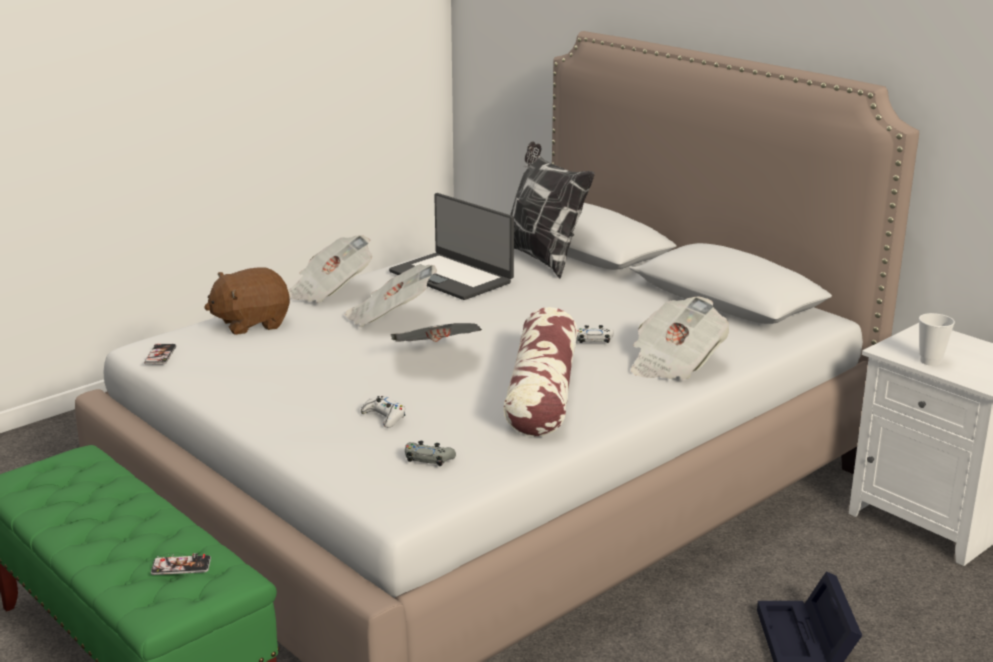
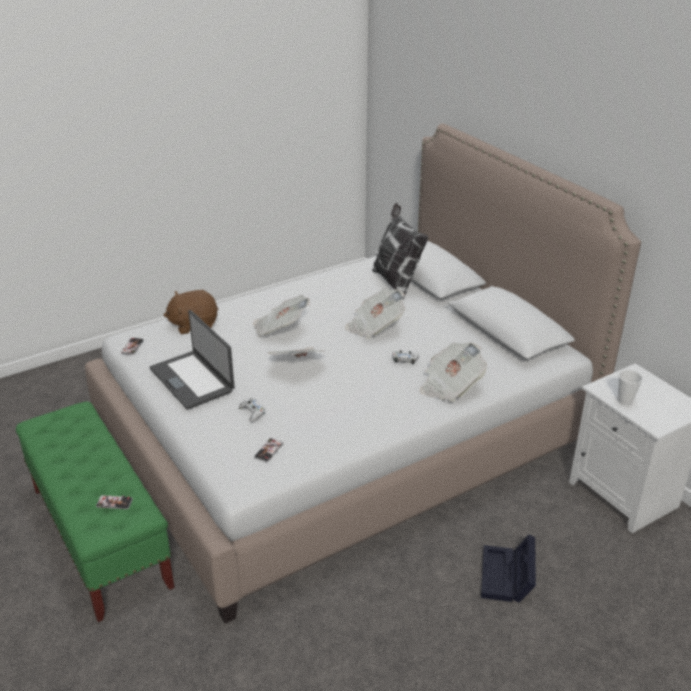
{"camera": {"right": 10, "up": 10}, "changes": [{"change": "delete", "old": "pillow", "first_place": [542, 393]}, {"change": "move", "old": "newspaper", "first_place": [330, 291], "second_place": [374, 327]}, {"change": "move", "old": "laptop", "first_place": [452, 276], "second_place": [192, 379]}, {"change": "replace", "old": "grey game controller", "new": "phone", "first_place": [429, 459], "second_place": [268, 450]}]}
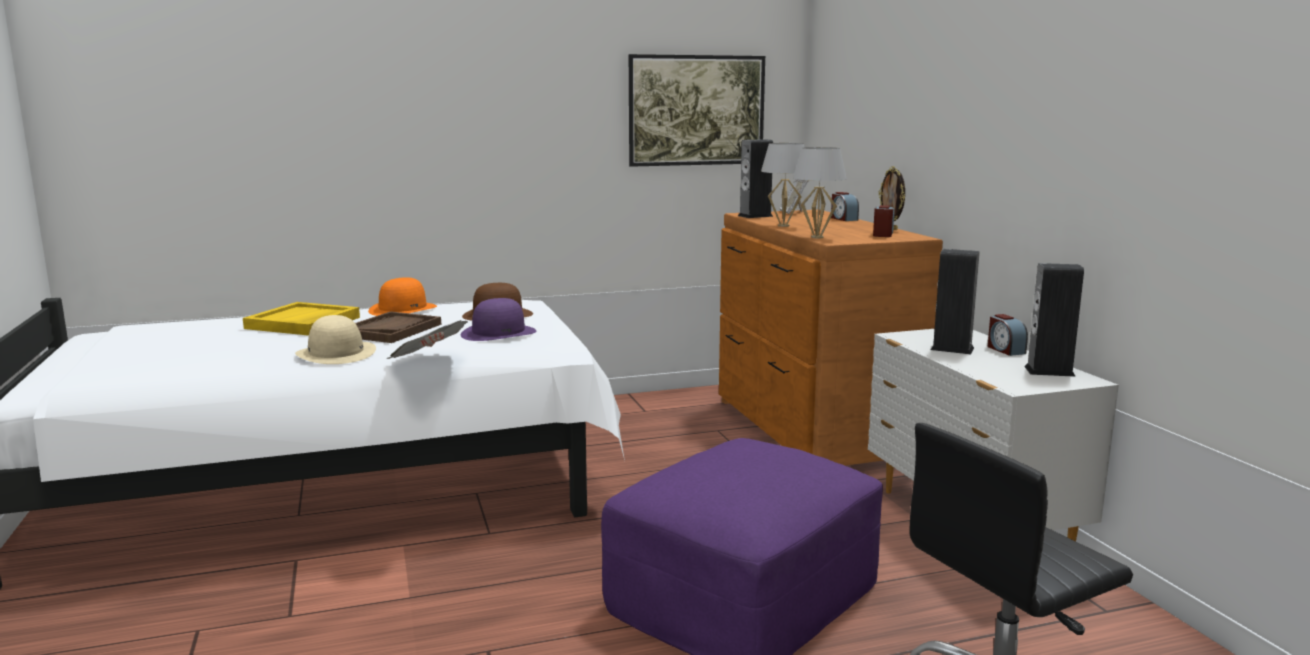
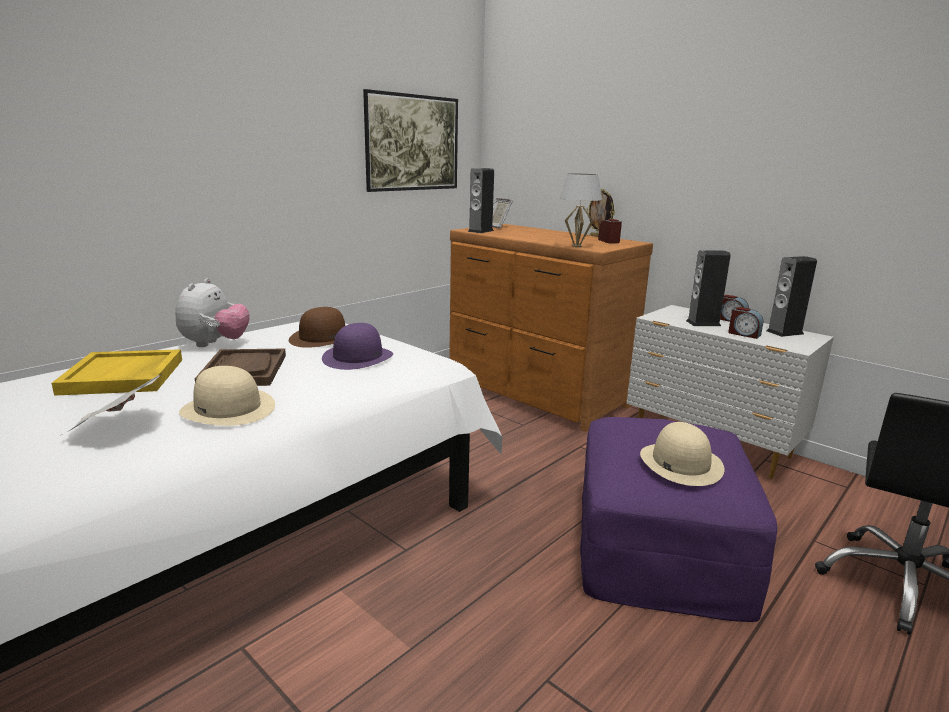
{"camera": {"right": -30, "up": 5}, "changes": [{"change": "delete", "old": "white table lamp", "first_place": [783, 226]}, {"change": "insert", "new": "beige hat", "second_place": [680, 463]}, {"change": "move", "old": "newspaper", "first_place": [428, 361], "second_place": [117, 427]}, {"change": "move", "old": "alarm clock", "first_place": [843, 219], "second_place": [744, 334]}, {"change": "replace", "old": "orange hat", "new": "plush toy", "first_place": [403, 309], "second_place": [215, 344]}]}
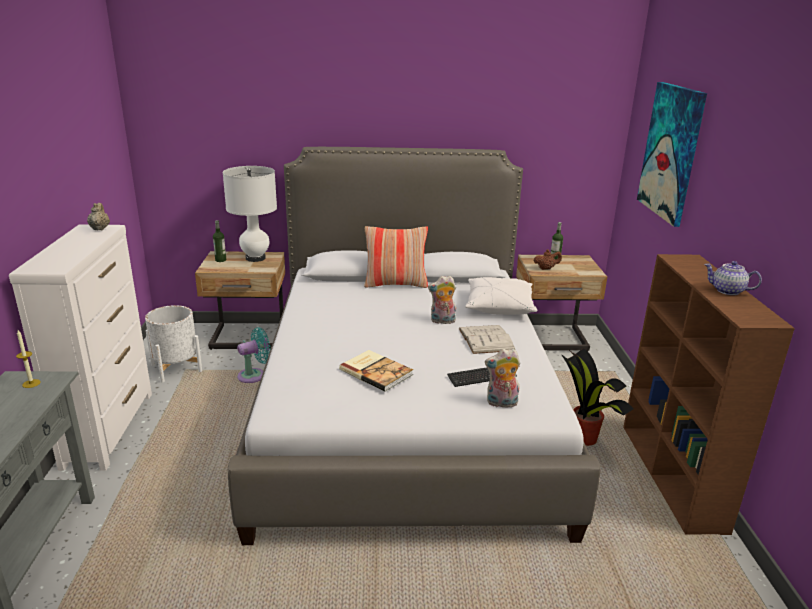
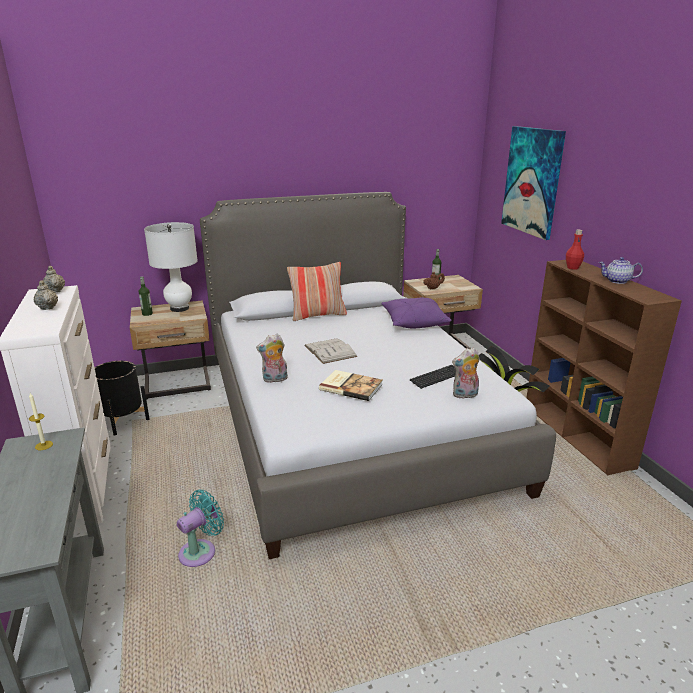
{"camera": {"right": -15, "up": 0}, "changes": [{"change": "insert", "new": "beige teapot", "second_place": [47, 307]}, {"change": "insert", "new": "red bottle", "second_place": [572, 268]}, {"change": "move", "old": "turquoise fan", "first_place": [254, 375], "second_place": [201, 551]}, {"change": "move", "old": "plush toy", "first_place": [442, 321], "second_place": [274, 380]}, {"change": "move", "old": "white book", "first_place": [486, 339], "second_place": [330, 351]}, {"change": "recolor", "old": "white planter", "new": "black planter", "first_place": [176, 368], "second_place": [122, 420]}, {"change": "recolor", "old": "white pillow", "new": "purple pillow", "first_place": [499, 306], "second_place": [414, 322]}]}
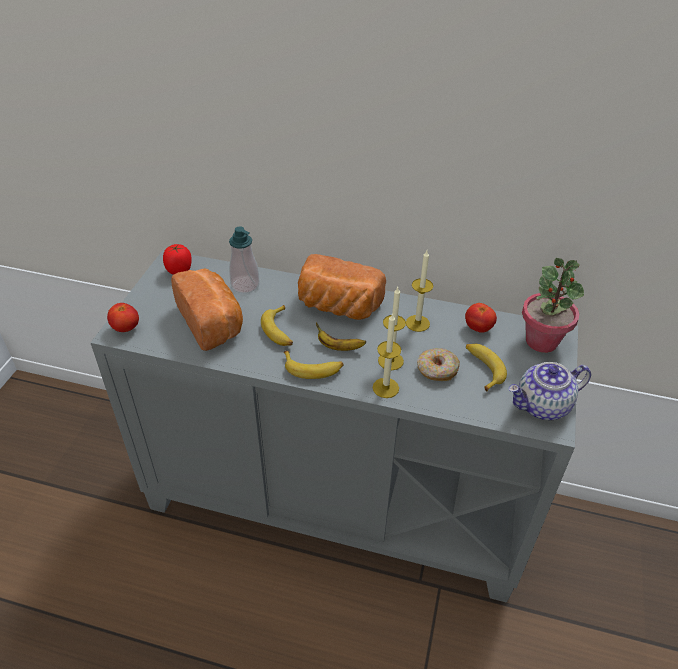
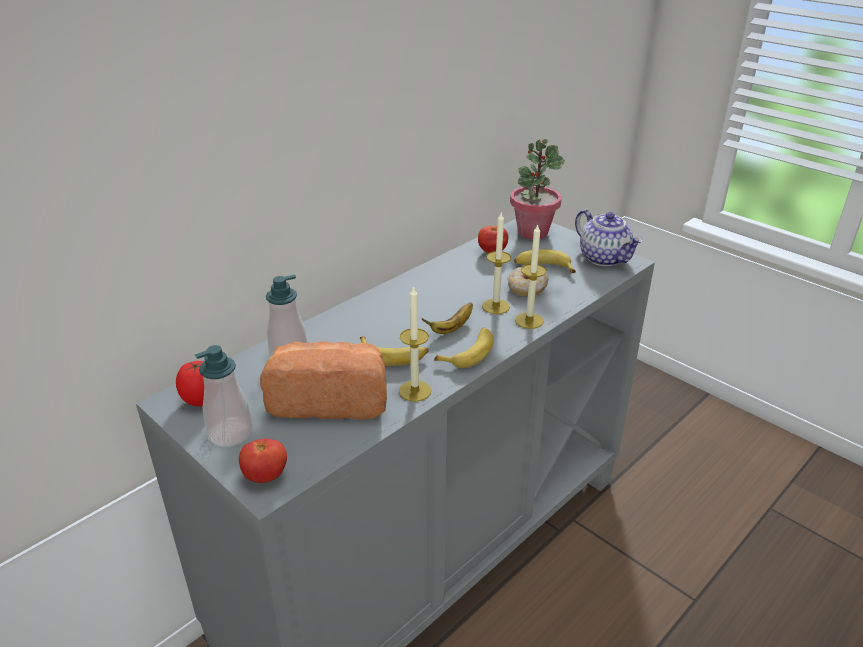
{"camera": {"right": -60, "up": -10}, "changes": [{"change": "delete", "old": "bread", "first_place": [337, 307]}, {"change": "insert", "new": "soap dispenser", "second_place": [230, 433]}, {"change": "move", "old": "candle", "first_place": [417, 323], "second_place": [415, 391]}, {"change": "rotate", "old": "teapot", "first_place": [542, 406], "second_place": [604, 258], "degrees": -45}]}
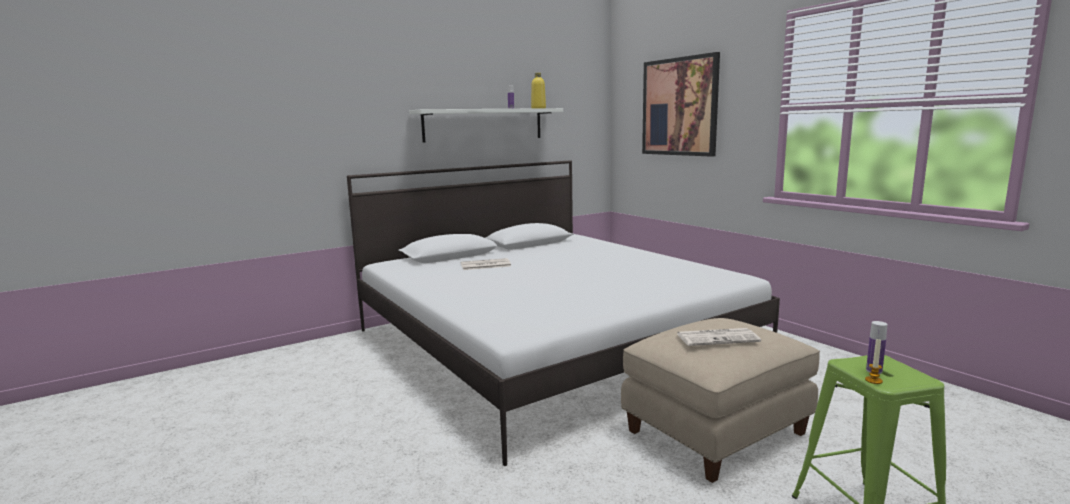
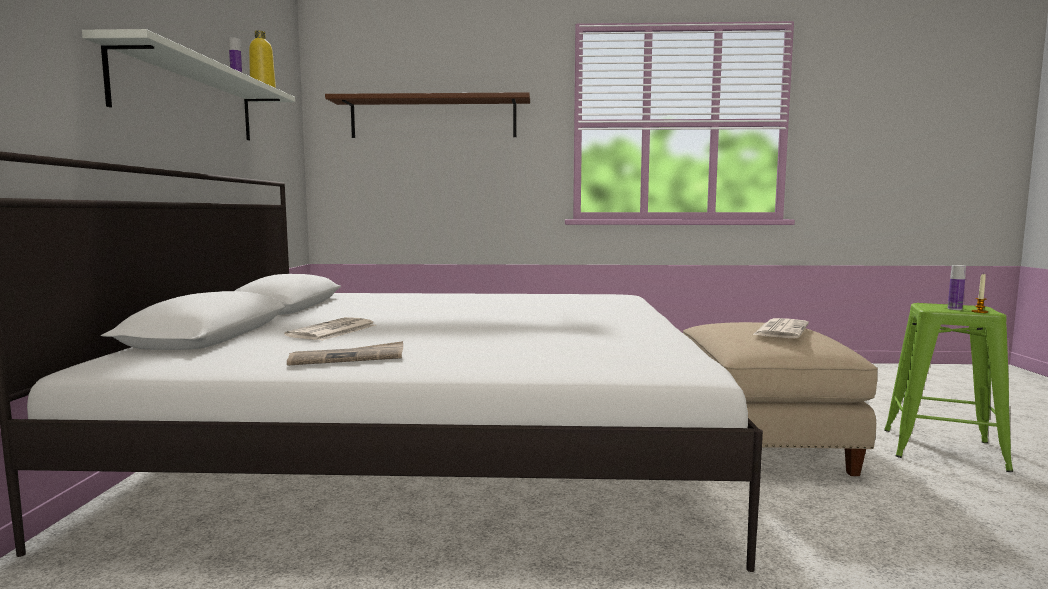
{"camera": {"right": -55, "up": -5}, "changes": [{"change": "insert", "new": "newspaper", "second_place": [348, 358]}, {"change": "replace", "old": "picture", "new": "brown shelf", "first_place": [679, 107], "second_place": [433, 118]}]}
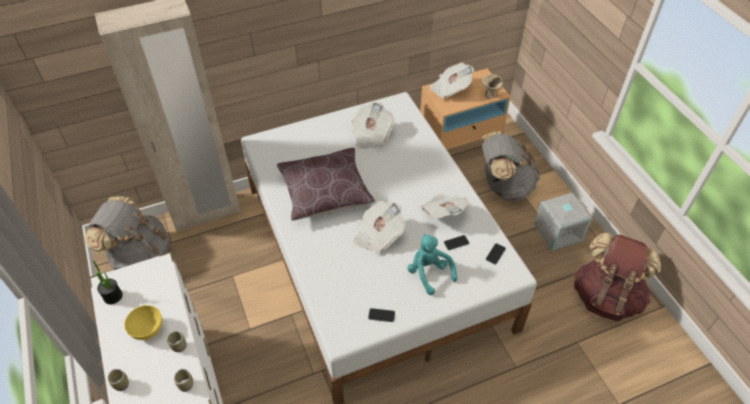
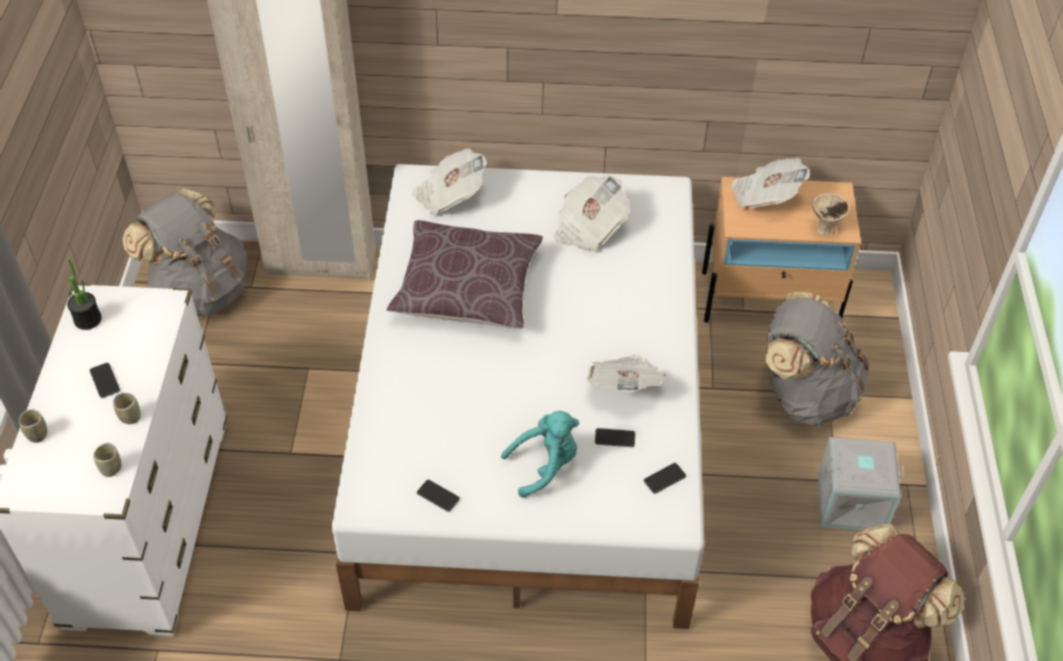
{"camera": {"right": 25, "up": 0}, "changes": [{"change": "move", "old": "newspaper", "first_place": [378, 235], "second_place": [449, 195]}, {"change": "replace", "old": "yellow bowl", "new": "phone", "first_place": [148, 330], "second_place": [105, 380]}, {"change": "rotate", "old": "turquoise plush toy", "first_place": [429, 273], "second_place": [545, 465], "degrees": 75}]}
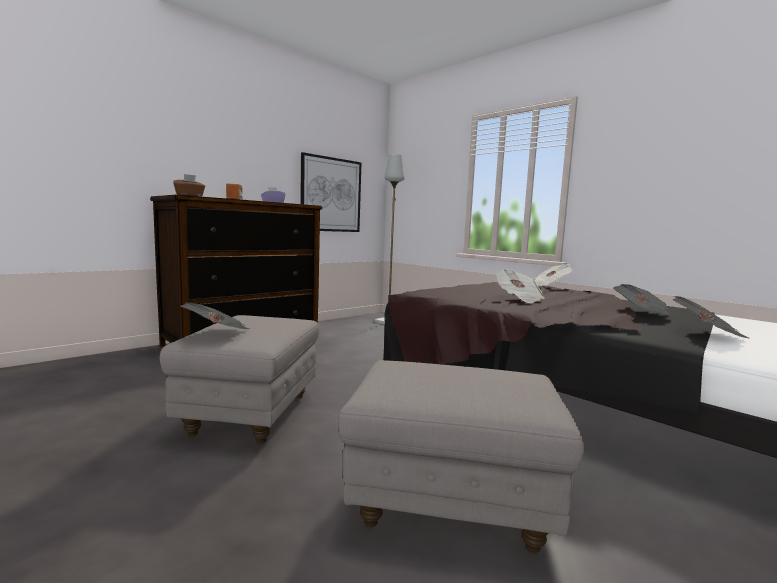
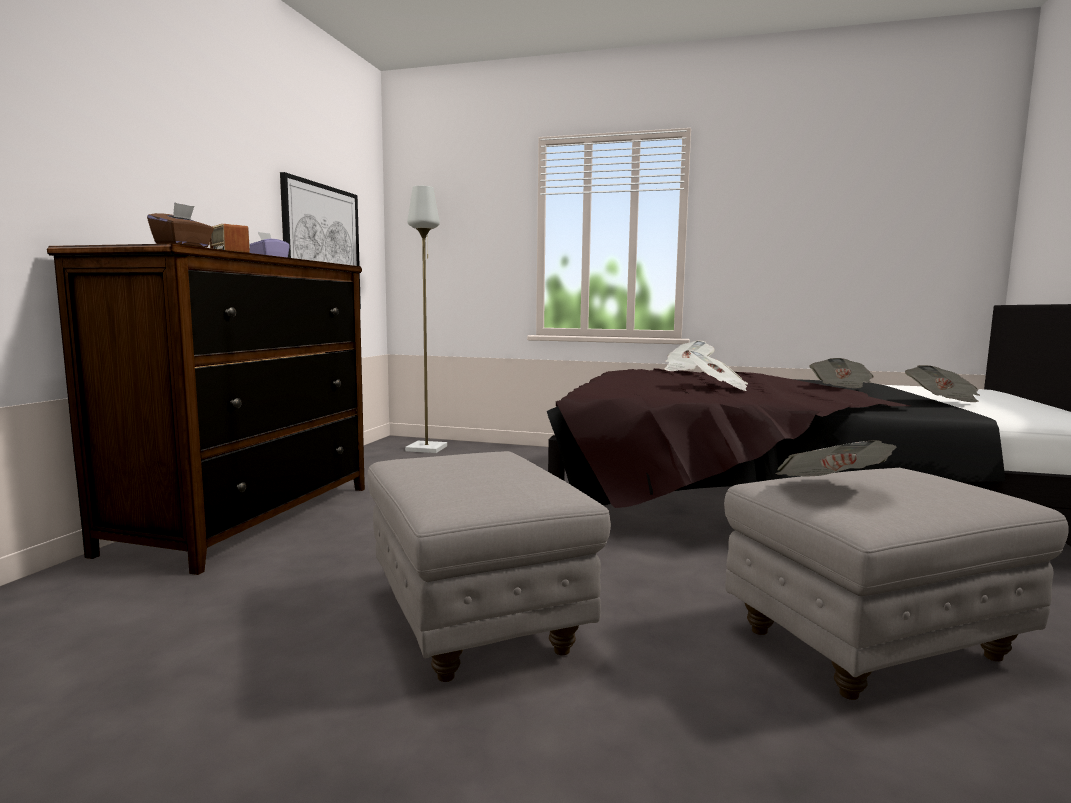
{"camera": {"right": -30, "up": 0}, "changes": [{"change": "move", "old": "newspaper", "first_place": [218, 334], "second_place": [830, 489]}]}
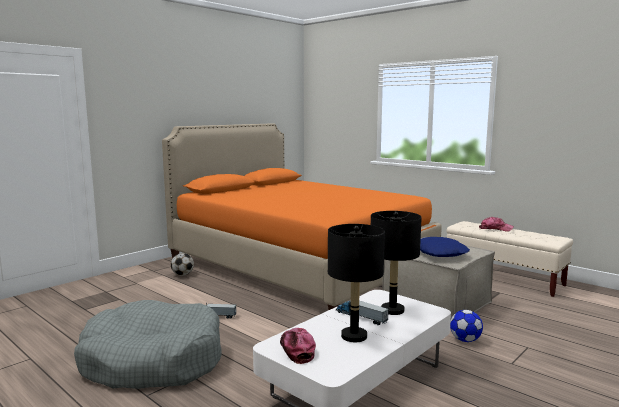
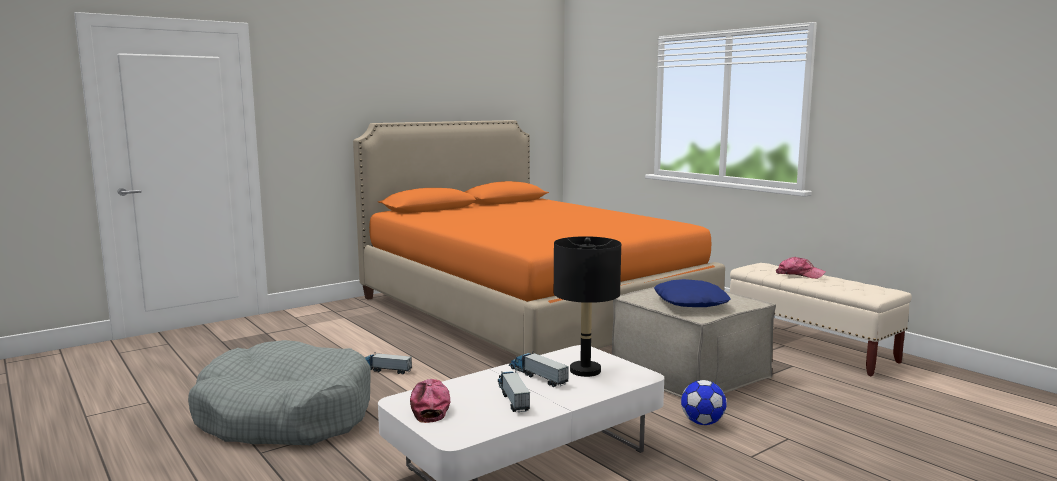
{"camera": {"right": 10, "up": 0}, "changes": [{"change": "delete", "old": "football", "first_place": [182, 275]}, {"change": "replace", "old": "black table lamp", "new": "toy truck", "first_place": [354, 336], "second_place": [512, 397]}]}
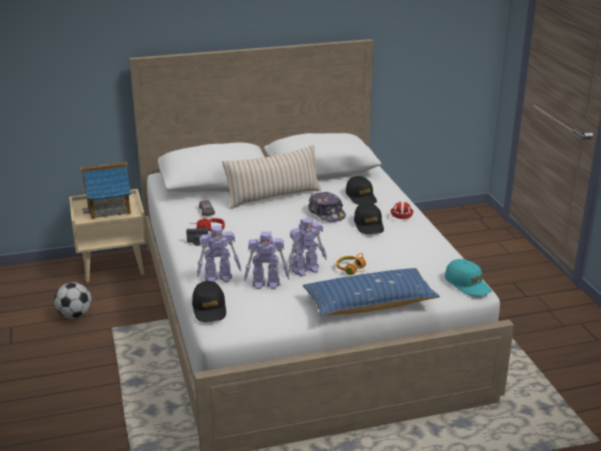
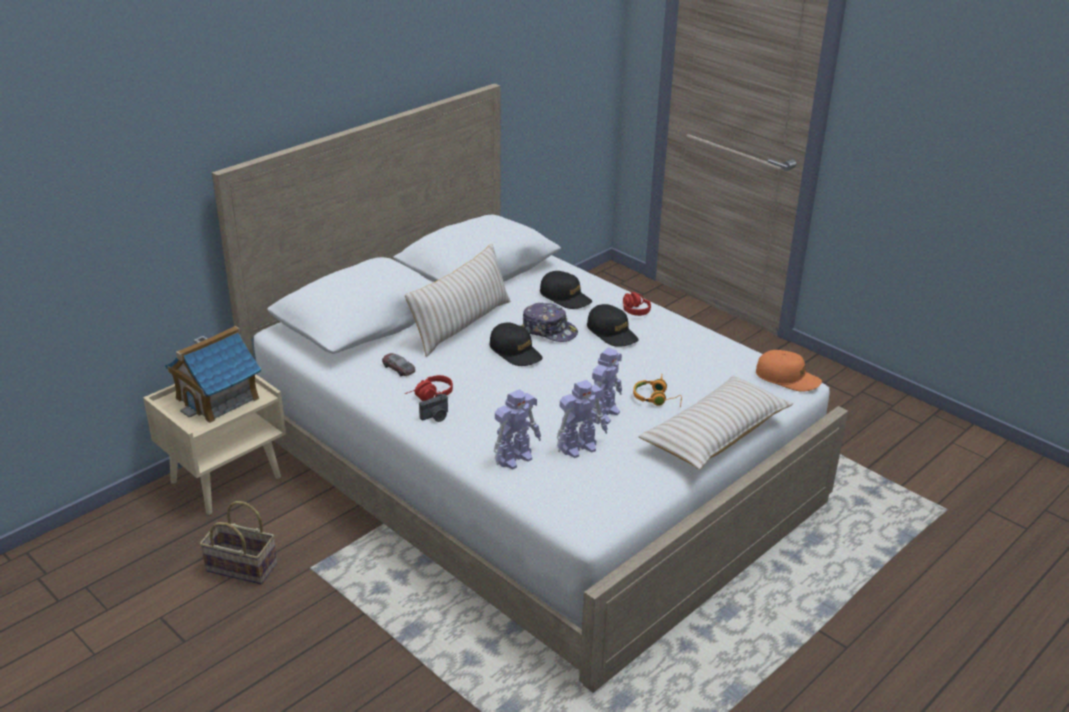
{"camera": {"right": -30, "up": 5}, "changes": [{"change": "move", "old": "black cap", "first_place": [209, 308], "second_place": [515, 352]}, {"change": "replace", "old": "football", "new": "basket", "first_place": [75, 315], "second_place": [239, 568]}, {"change": "recolor", "old": "blue pillow", "new": "beige pillow", "first_place": [369, 303], "second_place": [715, 435]}, {"change": "recolor", "old": "turquoise cap", "new": "orange cap", "first_place": [467, 284], "second_place": [787, 378]}]}
